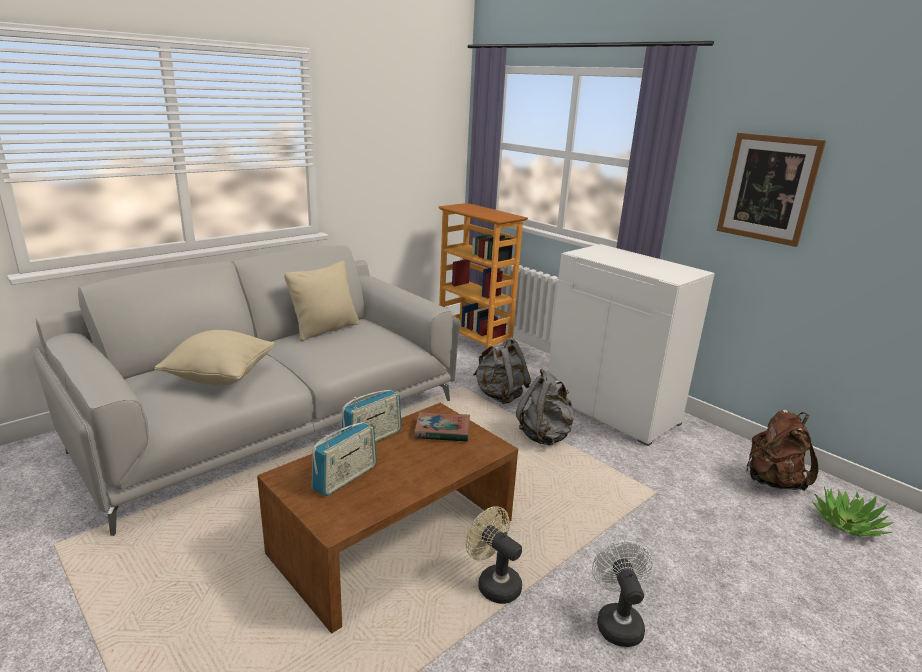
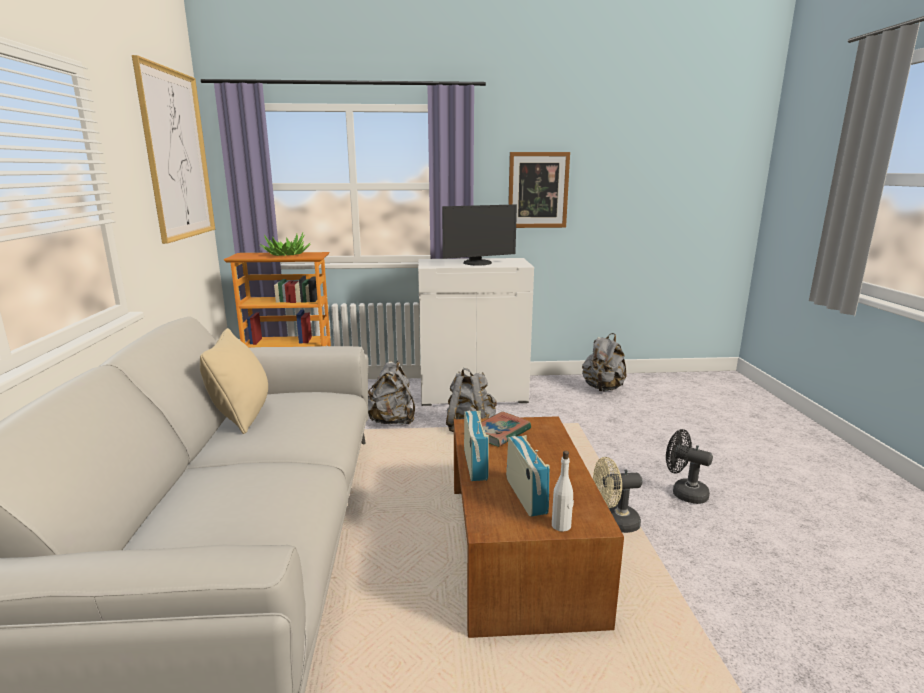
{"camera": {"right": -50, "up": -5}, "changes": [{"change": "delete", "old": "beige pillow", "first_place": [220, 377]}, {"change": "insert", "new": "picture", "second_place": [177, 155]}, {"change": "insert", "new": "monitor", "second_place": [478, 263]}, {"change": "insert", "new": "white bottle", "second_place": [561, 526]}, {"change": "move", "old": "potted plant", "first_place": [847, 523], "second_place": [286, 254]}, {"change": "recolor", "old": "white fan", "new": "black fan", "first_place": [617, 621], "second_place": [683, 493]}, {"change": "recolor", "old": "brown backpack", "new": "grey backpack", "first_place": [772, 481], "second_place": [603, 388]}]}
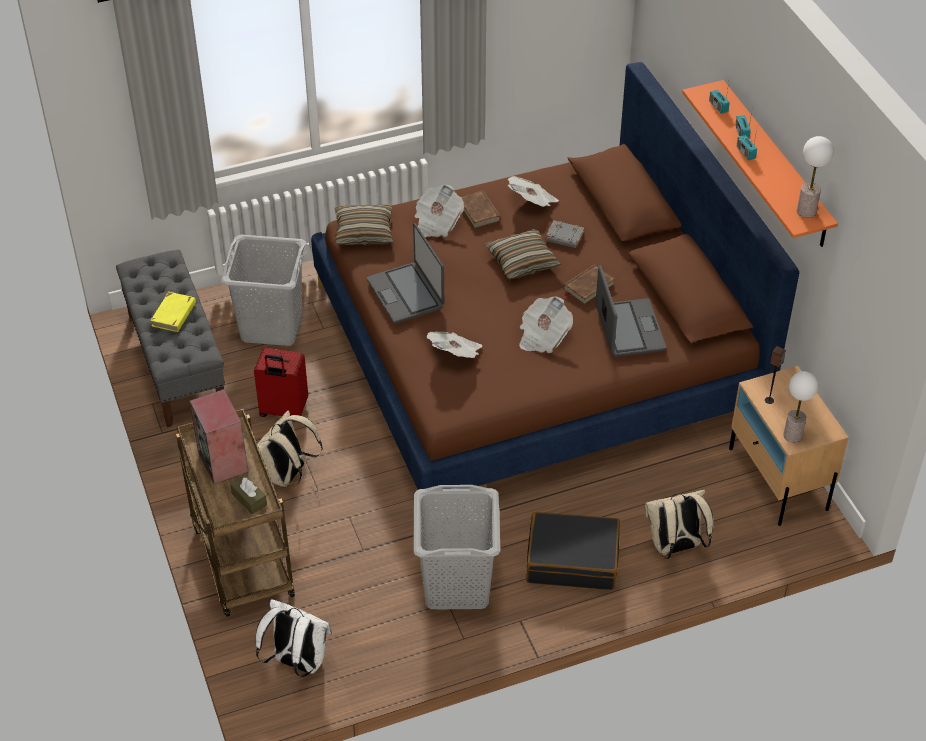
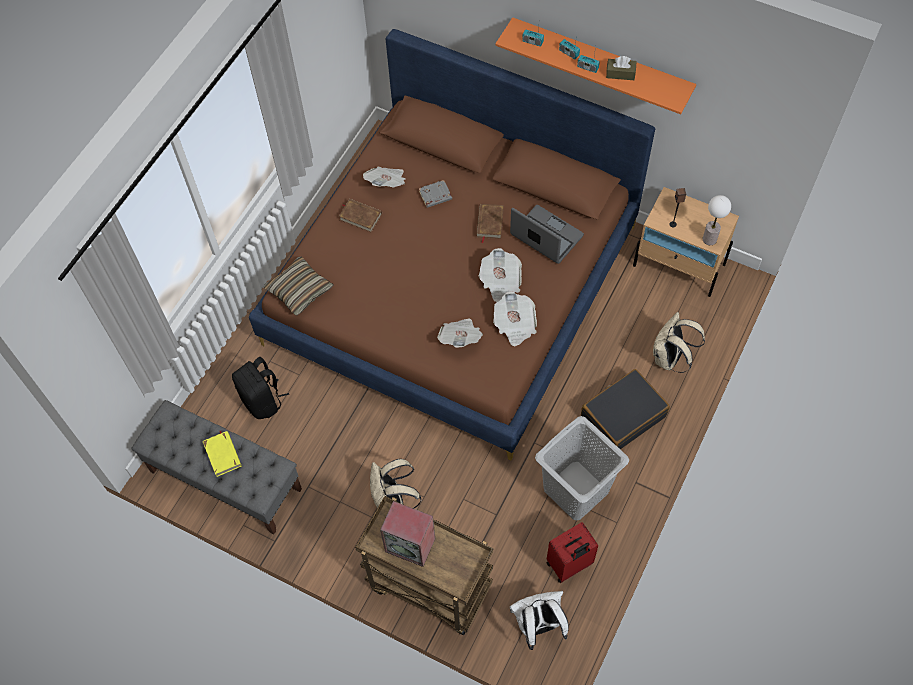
{"camera": {"right": -40, "up": 15}, "changes": [{"change": "delete", "old": "laptop", "first_place": [406, 293]}, {"change": "delete", "old": "pillow", "first_place": [522, 261]}, {"change": "delete", "old": "table lamp", "first_place": [806, 211]}, {"change": "move", "old": "brown tissue box", "first_place": [249, 499], "second_place": [620, 73]}, {"change": "move", "old": "red suitcase", "first_place": [283, 411], "second_place": [569, 565]}, {"change": "move", "old": "newspaper", "first_place": [437, 223], "second_place": [515, 325]}, {"change": "replace", "old": "grey laundry basket", "new": "black backpack", "first_place": [272, 326], "second_place": [263, 400]}]}
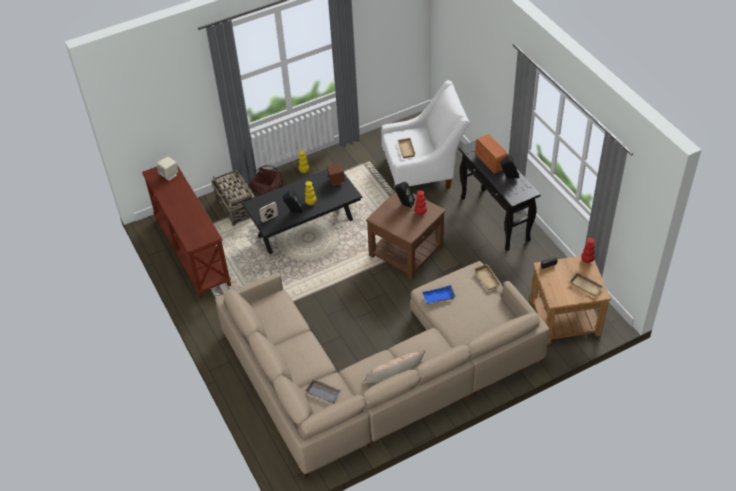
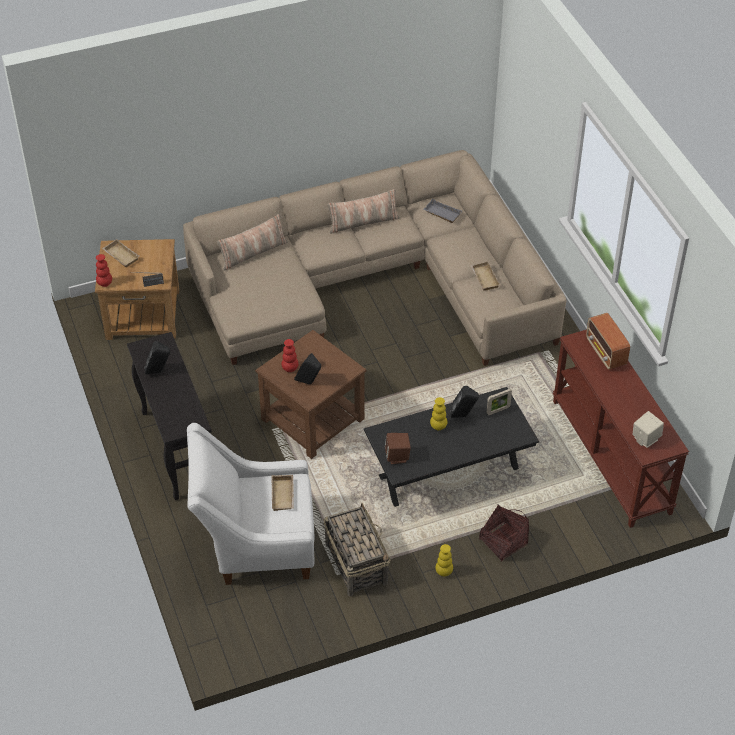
{"camera": {"right": -175, "up": 0}, "changes": [{"change": "delete", "old": "blue tray", "first_place": [438, 297]}, {"change": "insert", "new": "pillow", "second_place": [253, 253]}, {"change": "move", "old": "basket", "first_place": [236, 208], "second_place": [356, 563]}, {"change": "move", "old": "beige tray", "first_place": [488, 279], "second_place": [483, 278]}, {"change": "move", "old": "radio", "first_place": [490, 162], "second_place": [606, 353]}]}
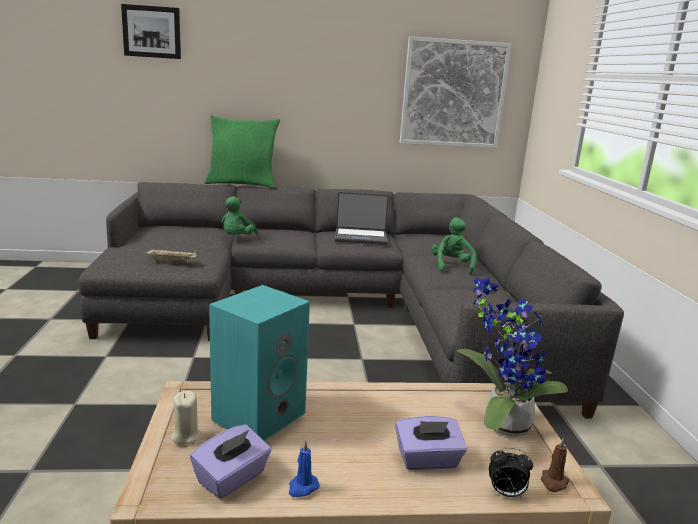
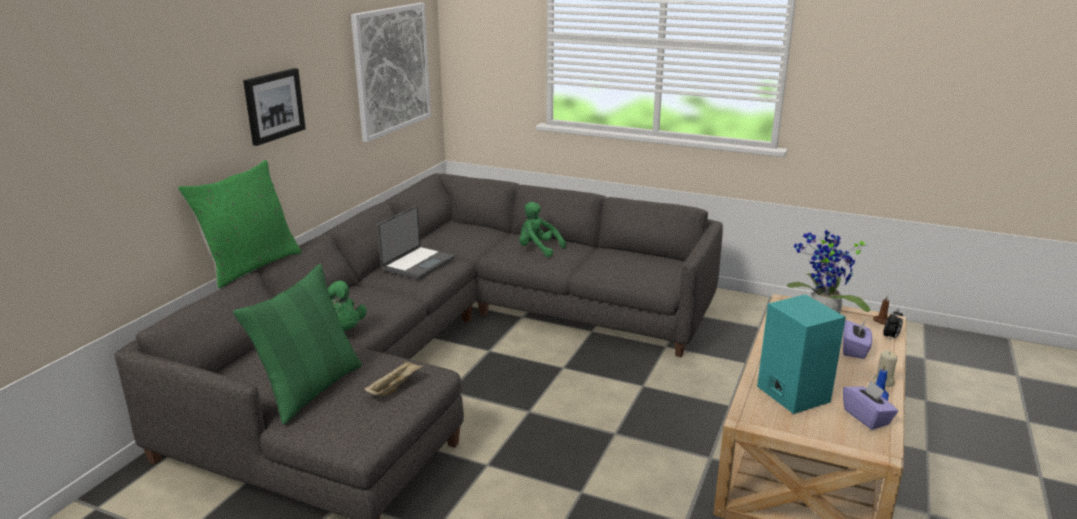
{"camera": {"right": -60, "up": 5}, "changes": [{"change": "insert", "new": "green pillow", "second_place": [311, 389]}, {"change": "move", "old": "picture", "first_place": [152, 32], "second_place": [273, 105]}, {"change": "move", "old": "beige candle", "first_place": [185, 436], "second_place": [883, 381]}]}
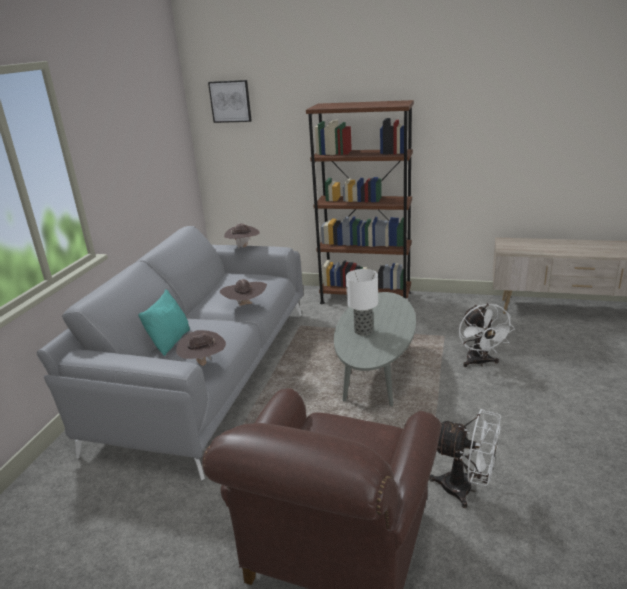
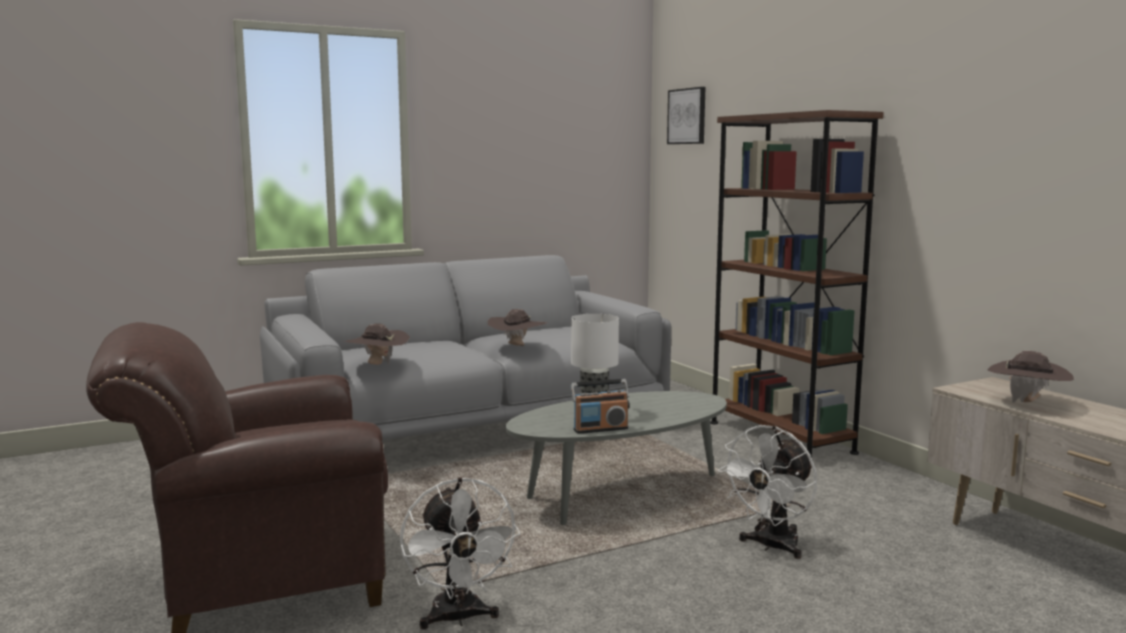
{"camera": {"right": 45, "up": -15}, "changes": [{"change": "delete", "old": "turquoise pillow", "first_place": [170, 341]}, {"change": "insert", "new": "radio", "second_place": [600, 429]}, {"change": "move", "old": "brown hat", "first_place": [243, 247], "second_place": [1027, 403]}]}
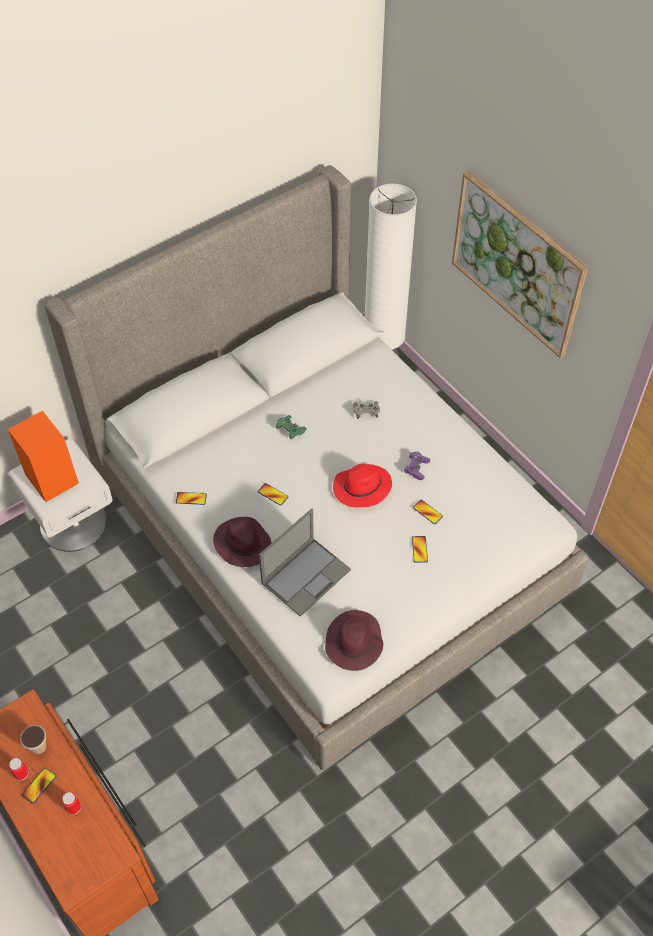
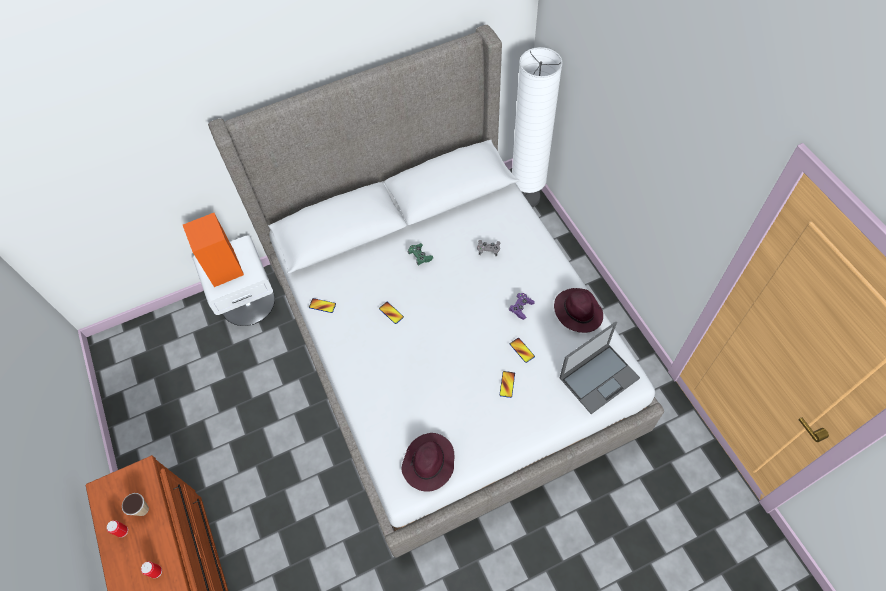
{"camera": {"right": 15, "up": 5}, "changes": [{"change": "delete", "old": "phone", "first_place": [39, 785]}, {"change": "delete", "old": "red hat", "first_place": [361, 488]}, {"change": "delete", "old": "picture", "first_place": [517, 263]}, {"change": "move", "old": "purple hat", "first_place": [242, 544], "second_place": [577, 311]}, {"change": "move", "old": "laptop", "first_place": [306, 575], "second_place": [599, 377]}]}
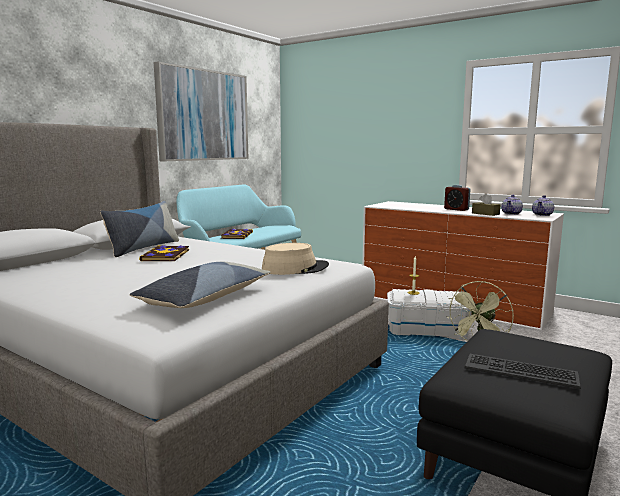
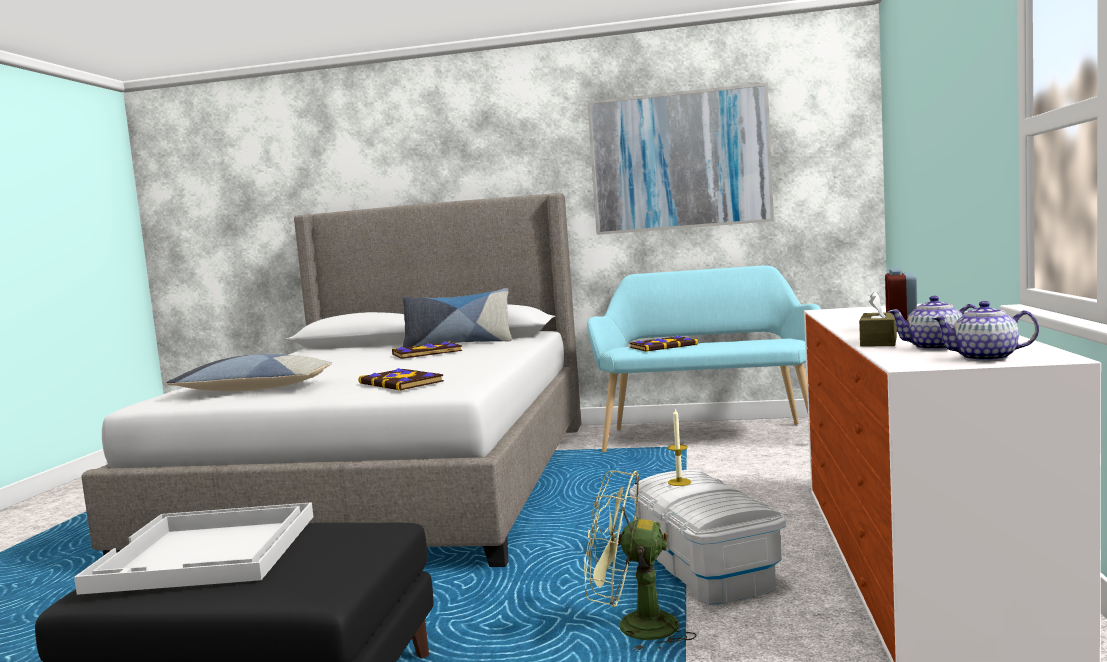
{"camera": {"right": 65, "up": -5}, "changes": [{"change": "replace", "old": "beige hat", "new": "book", "first_place": [295, 268], "second_place": [402, 382]}, {"change": "replace", "old": "keyboard", "new": "white tray", "first_place": [520, 371], "second_place": [208, 552]}]}
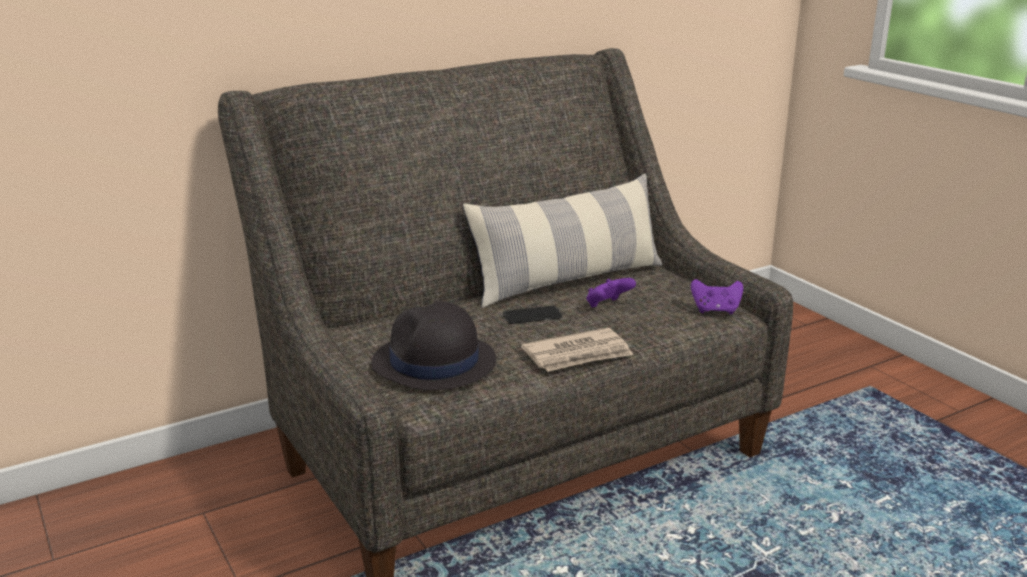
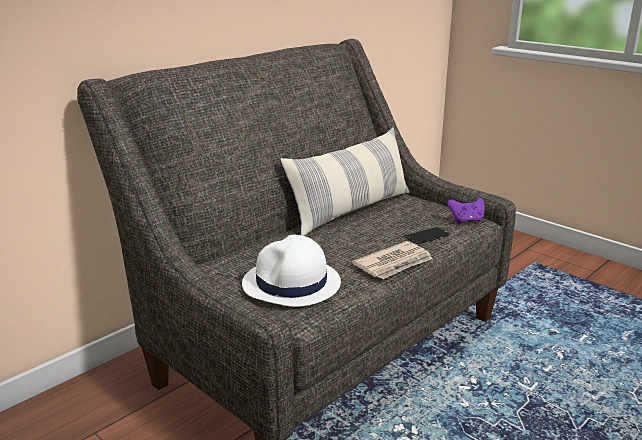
{"camera": {"right": -15, "up": 0}, "changes": [{"change": "delete", "old": "purple game controller", "first_place": [607, 306]}, {"change": "move", "old": "phone", "first_place": [532, 316], "second_place": [427, 236]}, {"change": "recolor", "old": "black hat", "new": "white hat", "first_place": [434, 363], "second_place": [291, 284]}]}
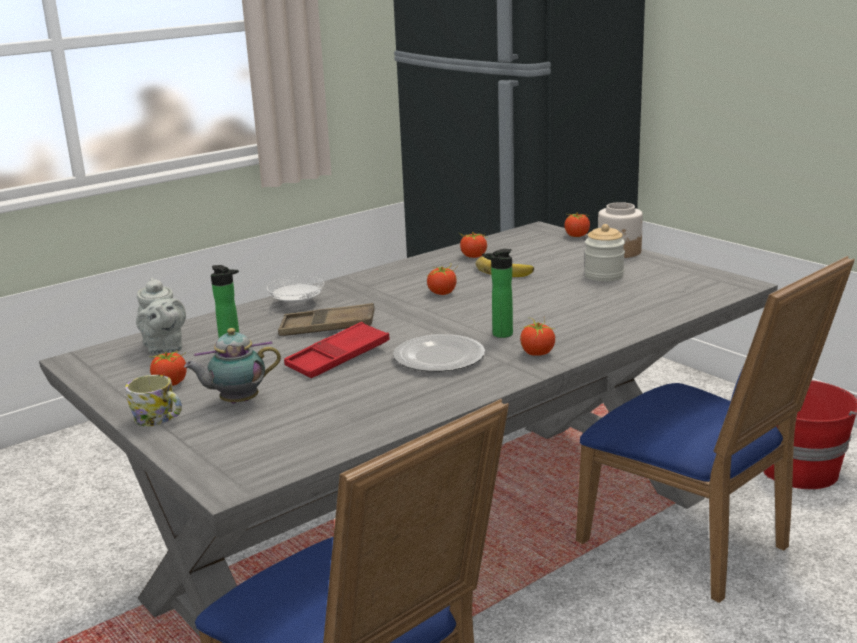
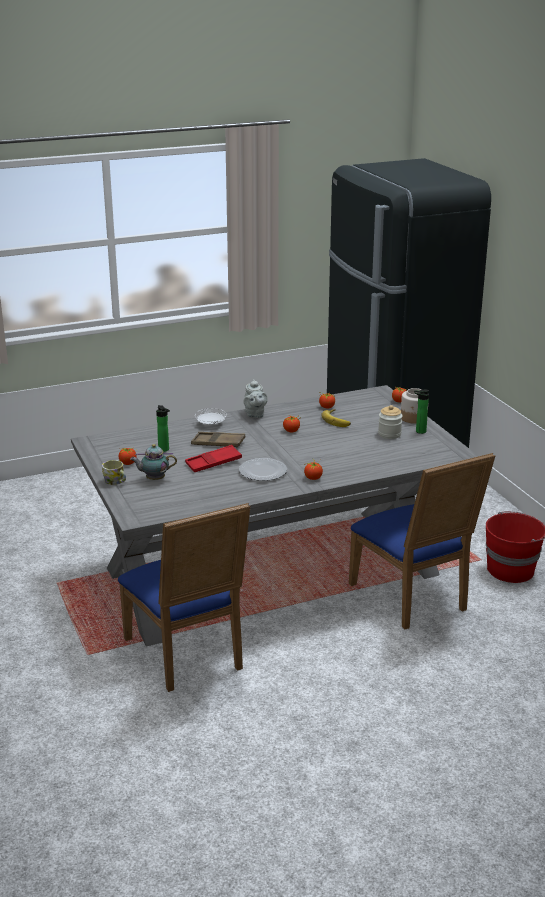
{"camera": {"right": 15, "up": 5}, "changes": [{"change": "move", "old": "grey teapot", "first_place": [164, 348], "second_place": [254, 414]}, {"change": "move", "old": "bottle", "first_place": [499, 335], "second_place": [419, 431]}]}
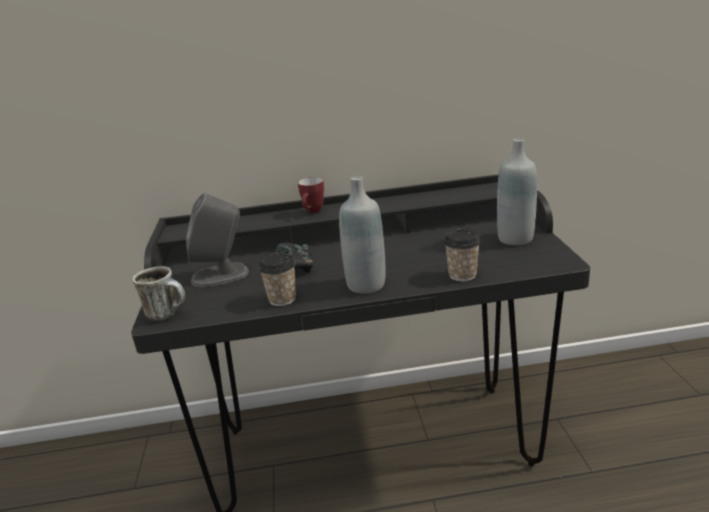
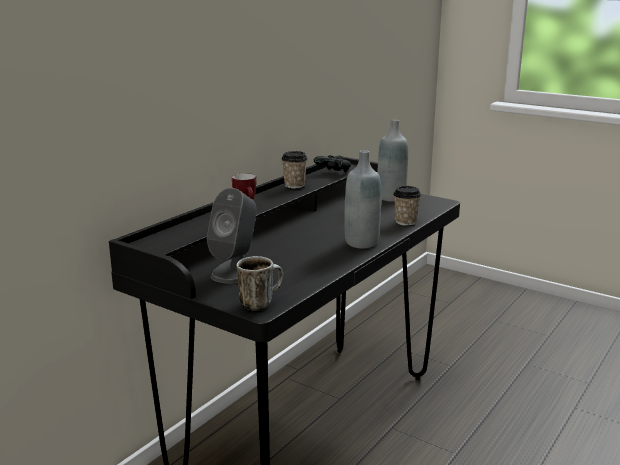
{"camera": {"right": -50, "up": -5}, "changes": [{"change": "move", "old": "cup", "first_place": [282, 299], "second_place": [294, 185]}, {"change": "move", "old": "black game controller", "first_place": [297, 268], "second_place": [334, 172]}]}
